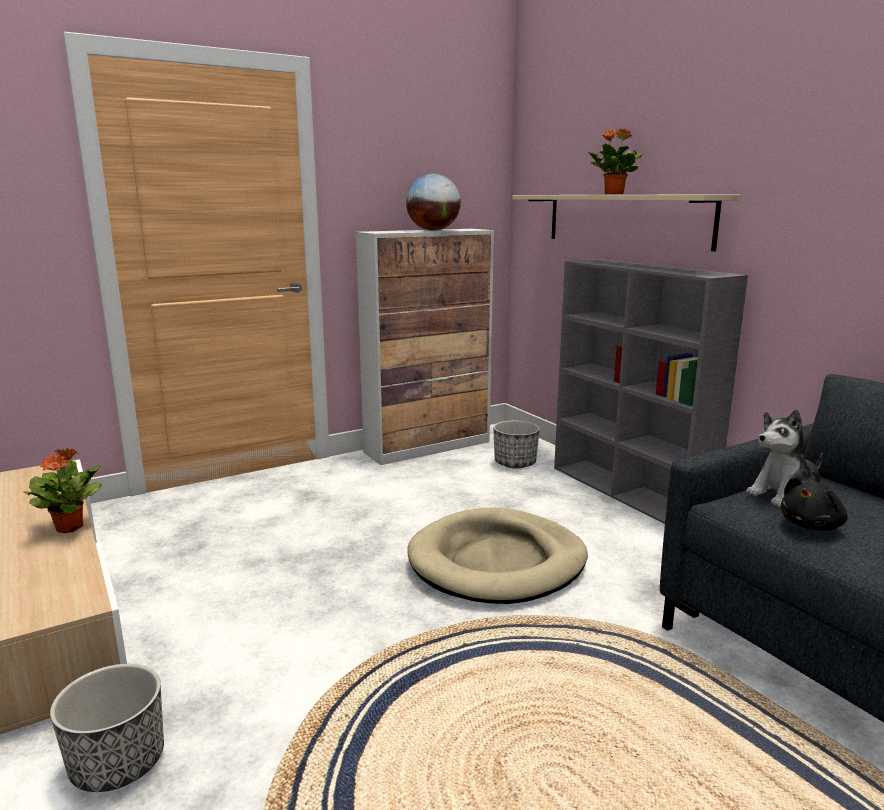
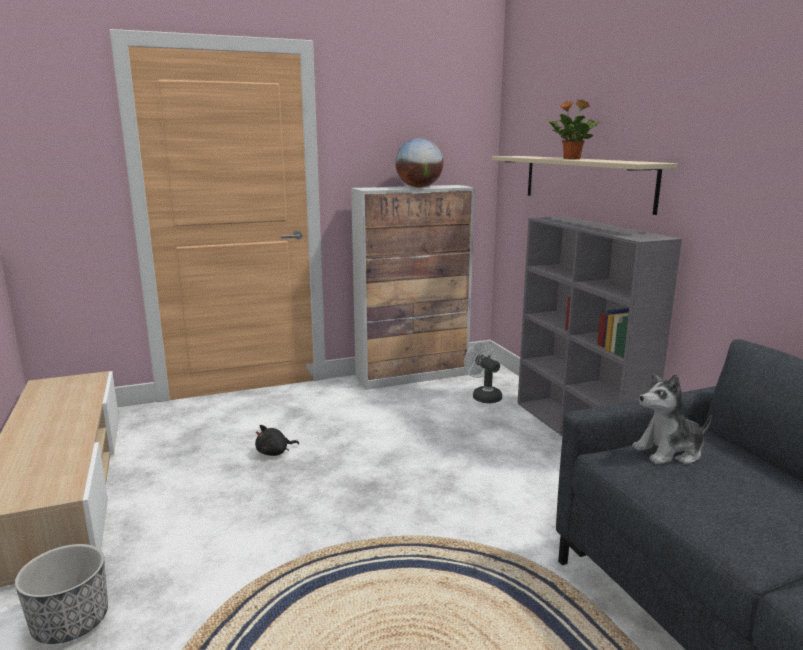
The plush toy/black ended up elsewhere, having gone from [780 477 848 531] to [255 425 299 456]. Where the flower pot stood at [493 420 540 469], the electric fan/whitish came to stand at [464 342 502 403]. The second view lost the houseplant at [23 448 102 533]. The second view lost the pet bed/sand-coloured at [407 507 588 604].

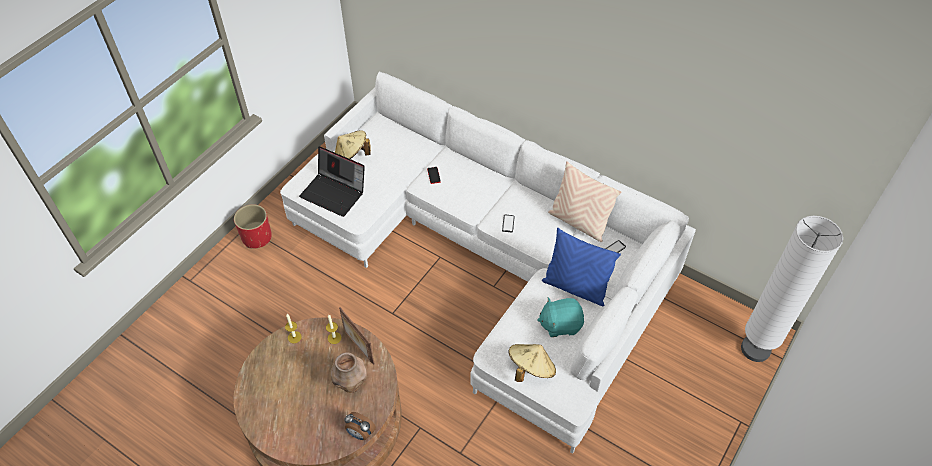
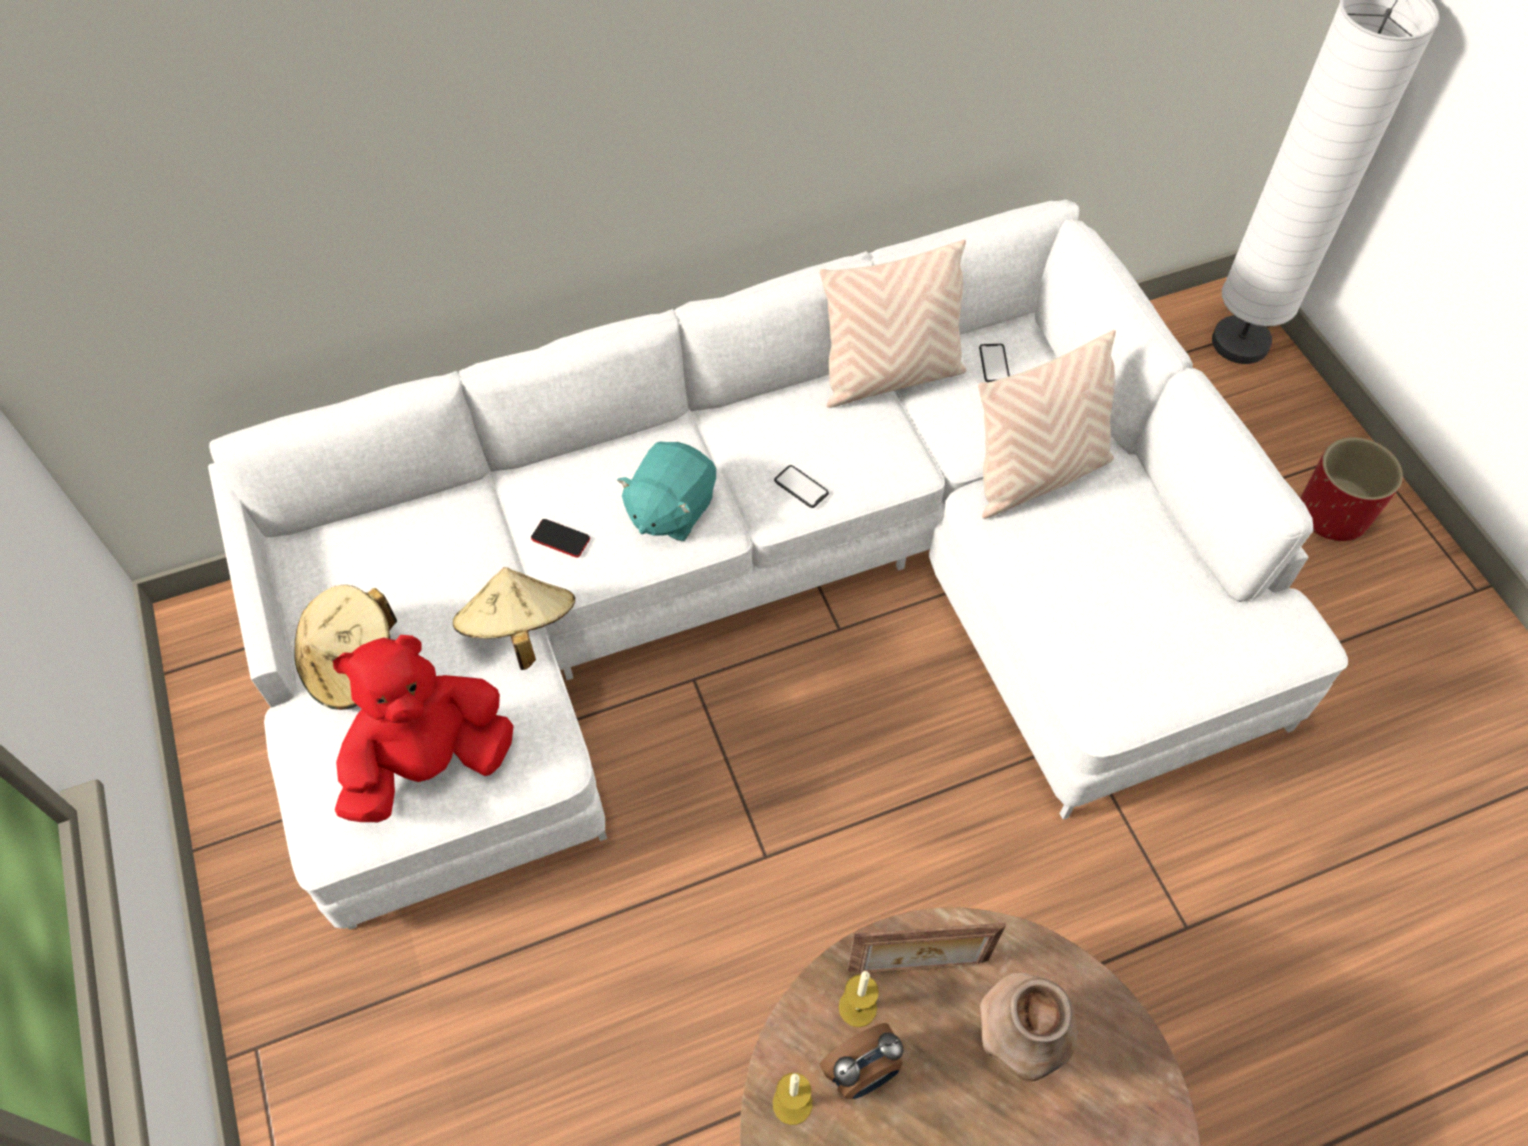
Where the portable computer stood at [299 146 365 217], the plush toy/red came to stand at [333 635 514 822]. The wearable hat/sand-coloured ended up elsewhere, having gone from [508 344 556 382] to [453 567 576 670]. The plush toy/blue-green ended up elsewhere, having gone from [537 297 584 337] to [617 442 716 541]. The alarm clock ended up elsewhere, having gone from [344 412 376 440] to [819 1023 903 1099]. What was the throw pillow/blue at [542 228 621 306] turned into the throw pillow/sand-coloured at [978 330 1116 519]. The flower pot/red ended up elsewhere, having gone from [234 204 272 249] to [1300 437 1403 541].

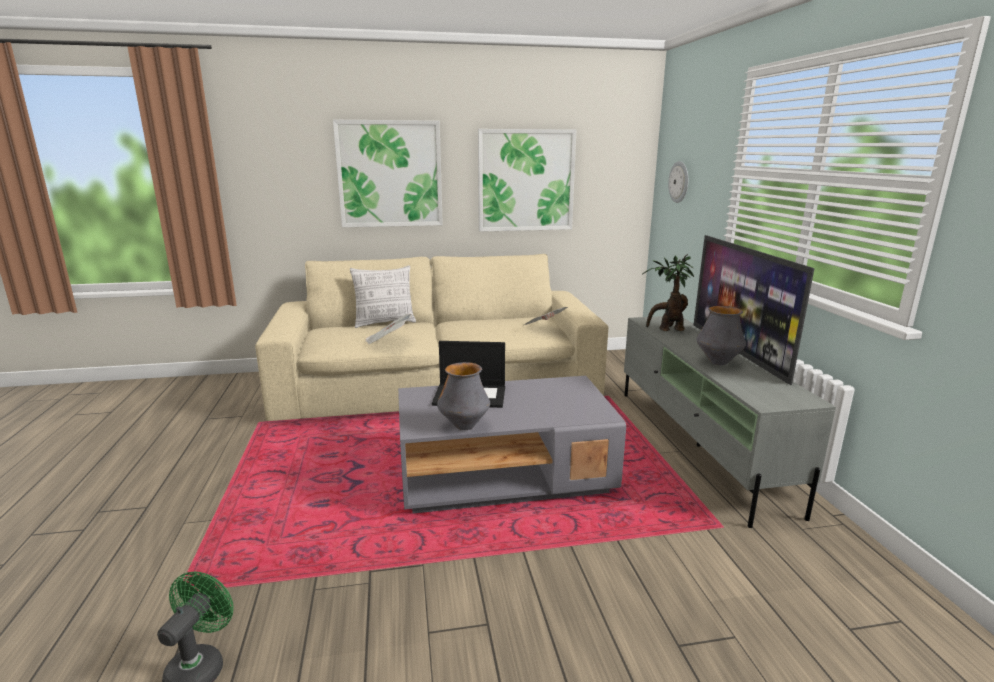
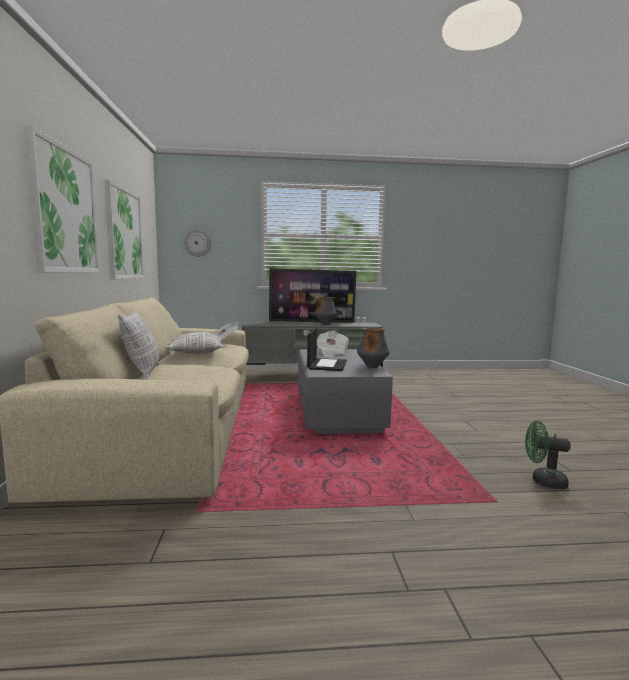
The second view gained the throw pillow at [165 332 224 354]. The printed paper ended up elsewhere, having gone from [365 314 412 345] to [317 331 349 356]. The second view lost the houseplant at [642 254 694 331].

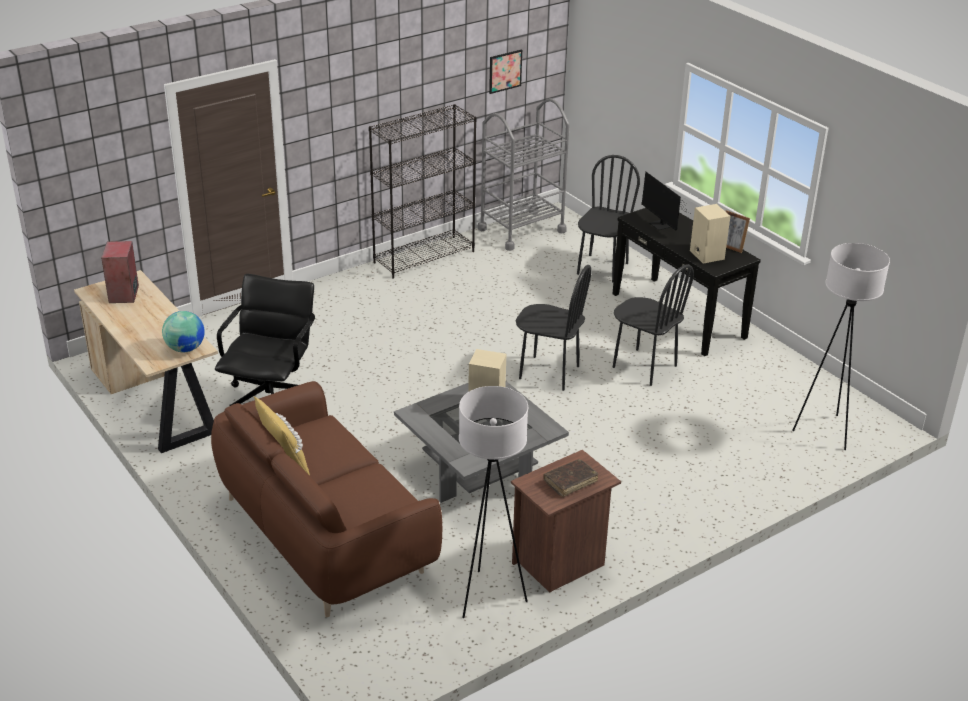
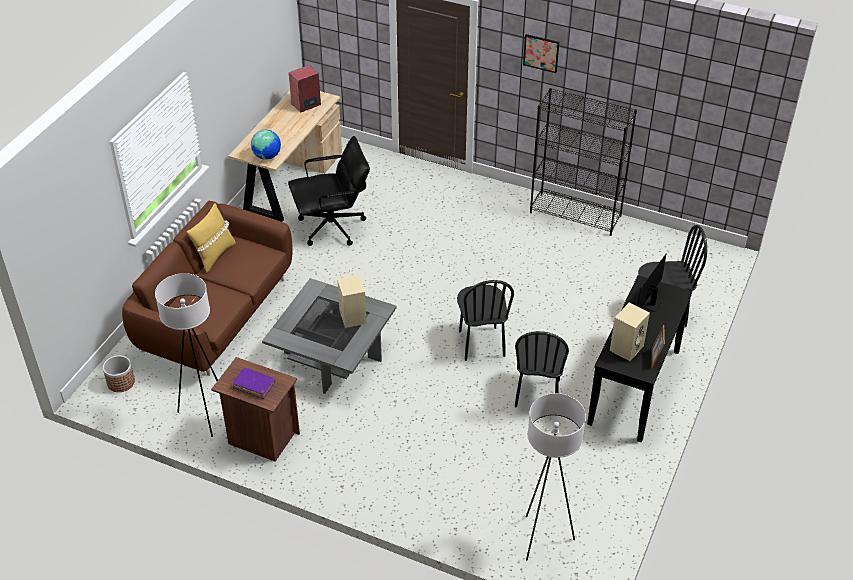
The second view gained the flower pot at [103 355 135 392]. What was the bound book/brown-coloured at [543 459 599 497] turned into the bound book/purple-coloured at [233 367 275 399]. The wall art ended up elsewhere, having gone from [489 50 522 94] to [523 34 559 73]. The second view lost the cart/gray at [478 98 569 251].

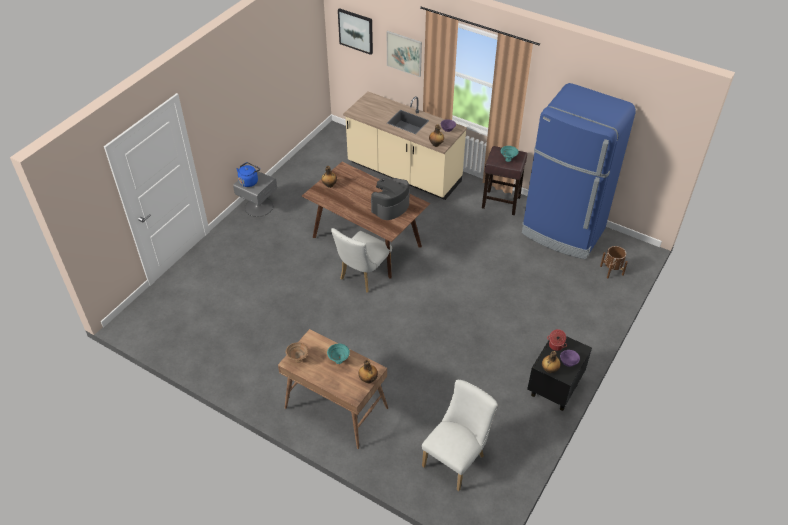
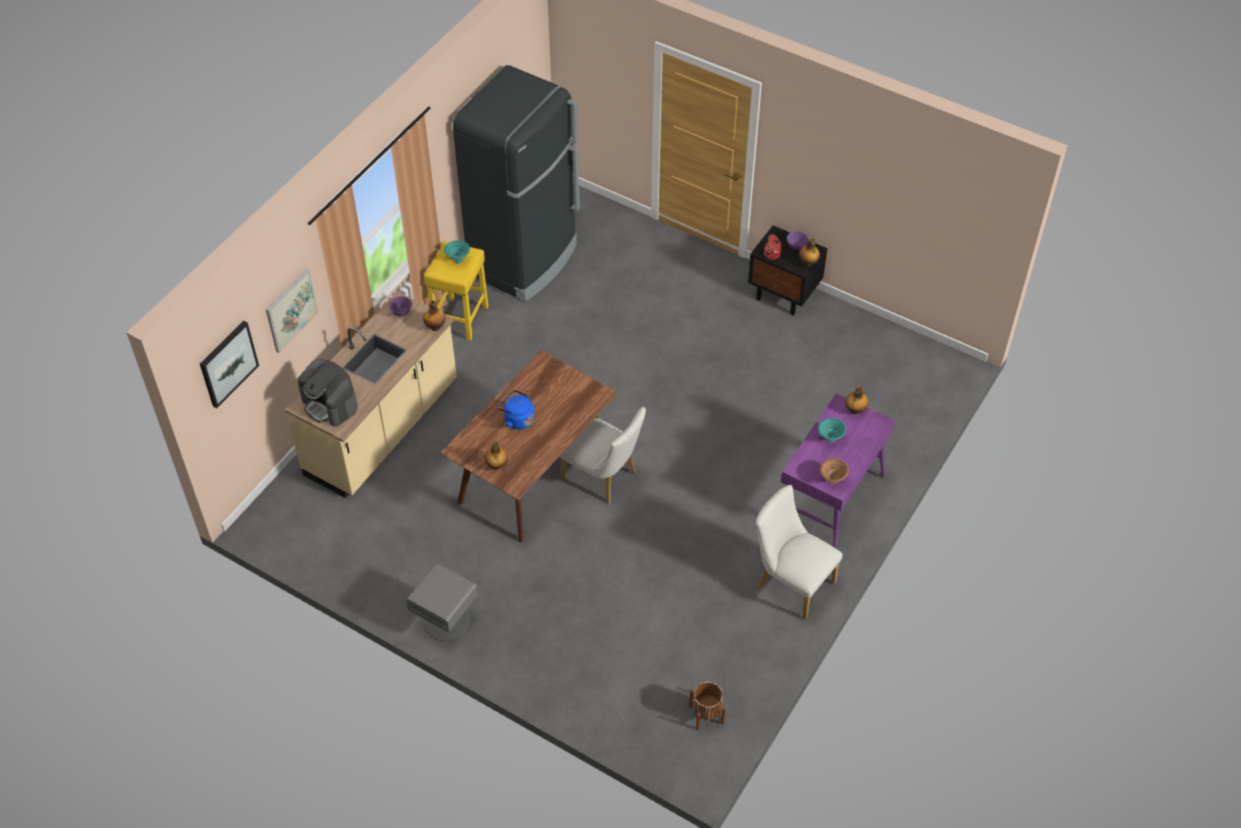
The coffee machine ended up elsewhere, having gone from [371 178 409 220] to [298 359 358 427]. What was the stool/brown-coloured at [482 146 527 215] turned into the stool/yellowish at [424 241 488 341]. What was the kitchen fridge/blue at [522 83 636 259] turned into the kitchen fridge/black at [453 65 580 302]. The water kettle/blue ended up elsewhere, having gone from [237 162 260 187] to [498 390 535 430]. The flower pot/brown-coloured ended up elsewhere, having gone from [600 246 628 279] to [689 681 726 730]. The upright chair/whitish ended up elsewhere, having gone from [422 380 498 491] to [756 485 843 620]. What was the desk/brown-coloured at [278 329 388 449] turned into the desk/purple-coloured at [781 394 895 548].

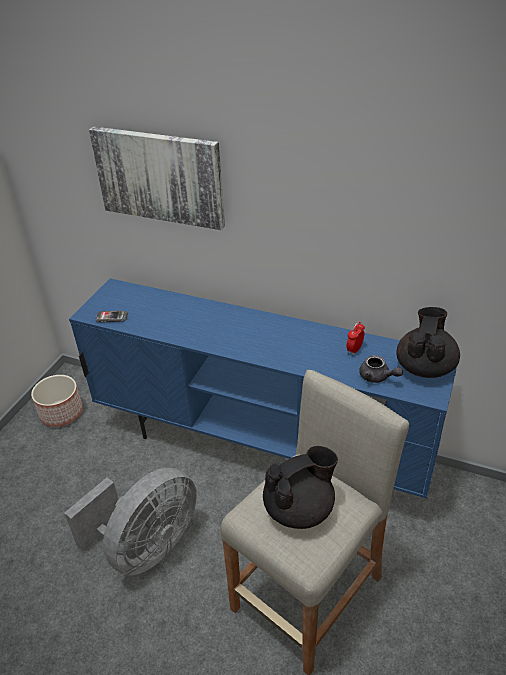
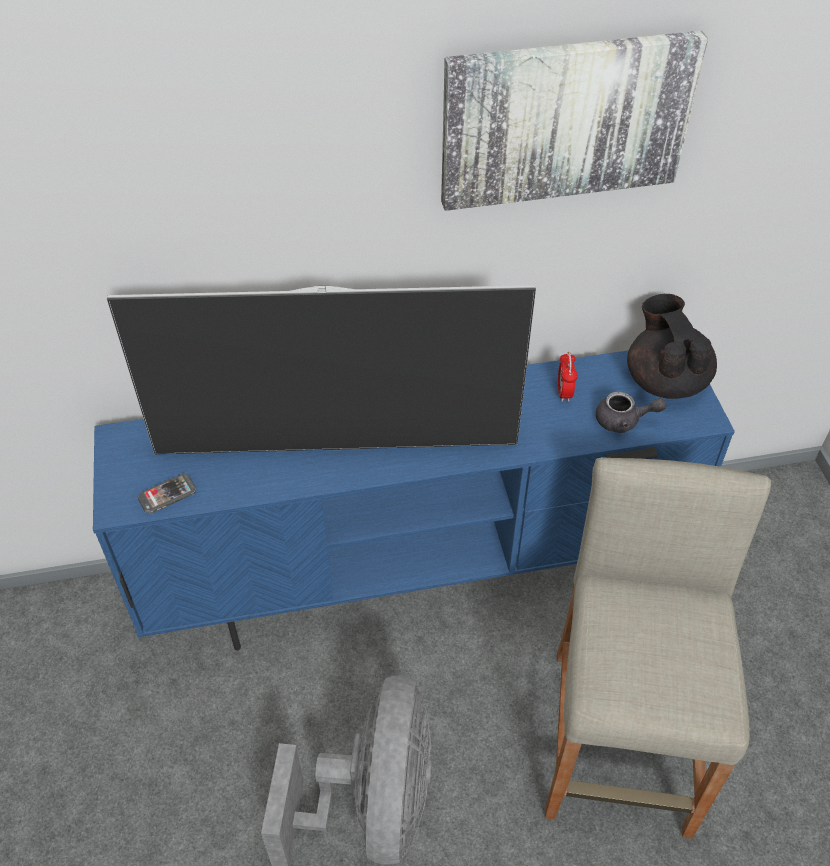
The second view gained the TV set at [107 285 536 454]. The wall art ended up elsewhere, having gone from [89 127 225 230] to [441 31 708 211]. The second view lost the flower pot at [31 375 83 427]. The second view lost the tea pot/black at [263 446 338 529].

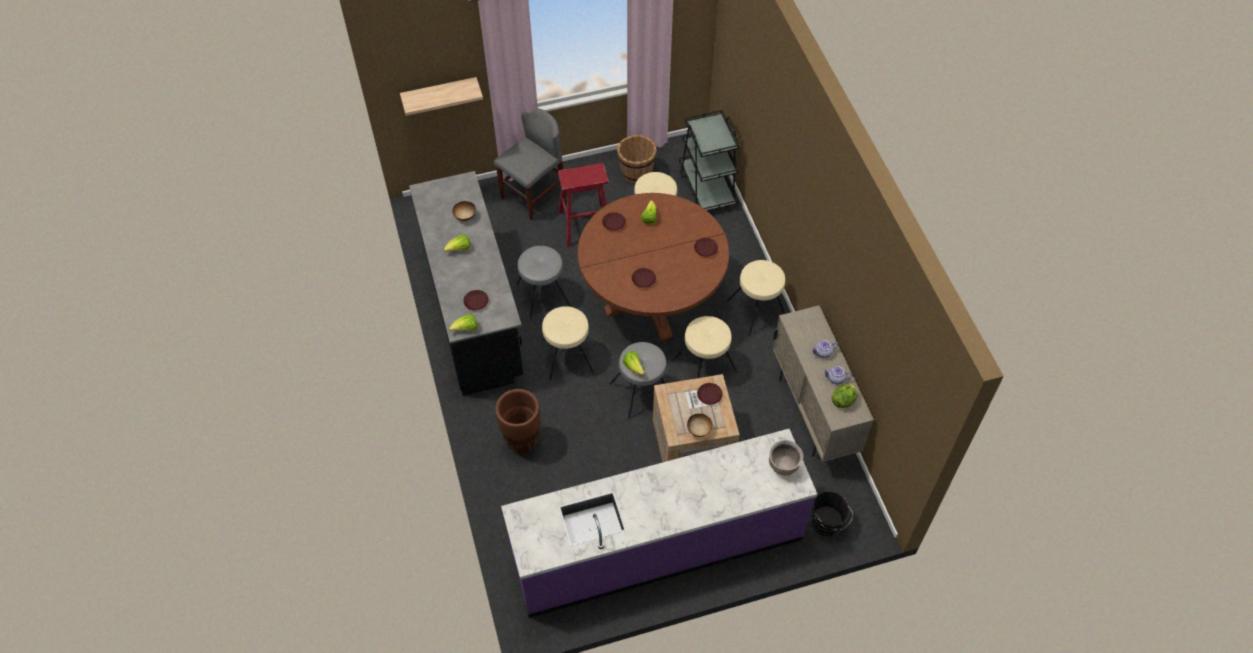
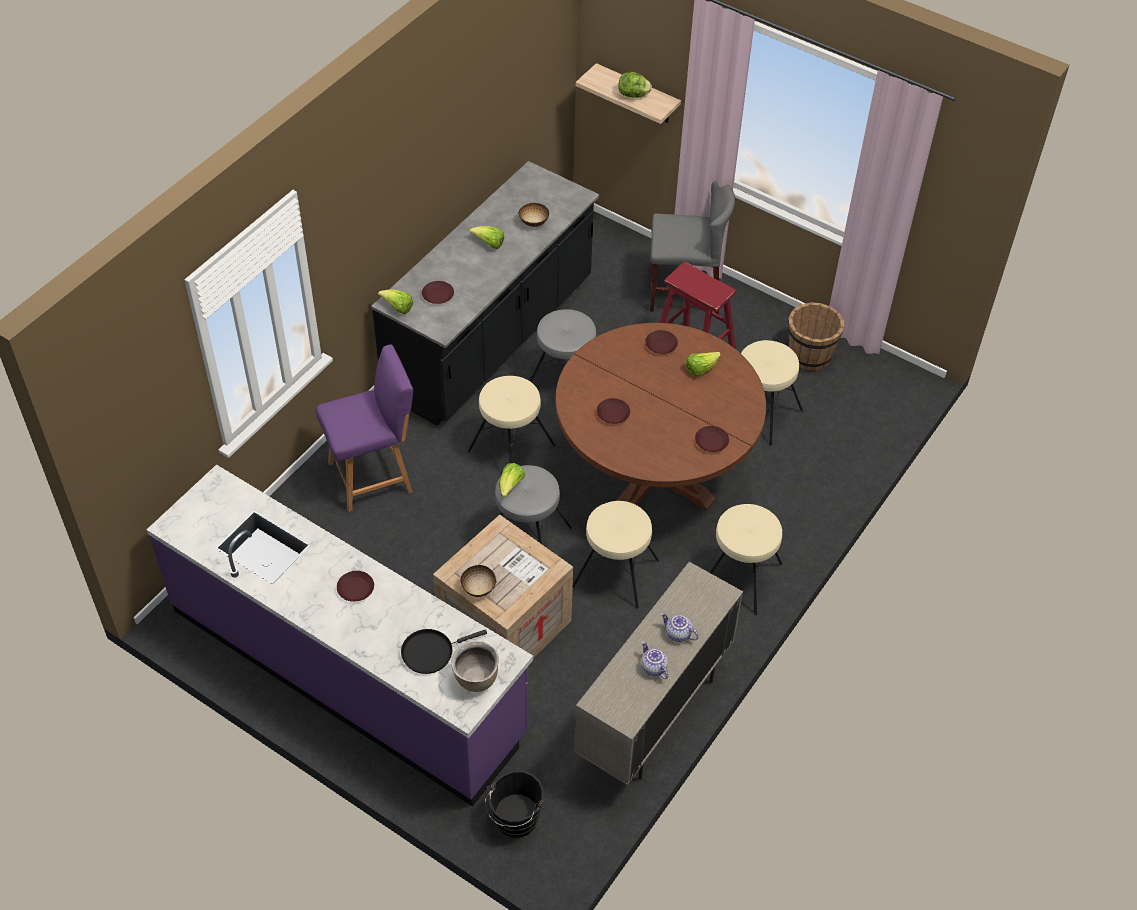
Where the flower pot/brown-coloured stood at [495 389 541 454], the upright chair/purple-coloured came to stand at [316 344 413 512]. The dinner plate/brown-coloured ended up elsewhere, having gone from [697 383 723 405] to [337 571 374 602]. The second view gained the skillet/black at [401 629 487 674]. The lettuce head ended up elsewhere, having gone from [831 384 857 408] to [618 72 652 98]. The second view lost the cart/black at [679 110 739 211].

